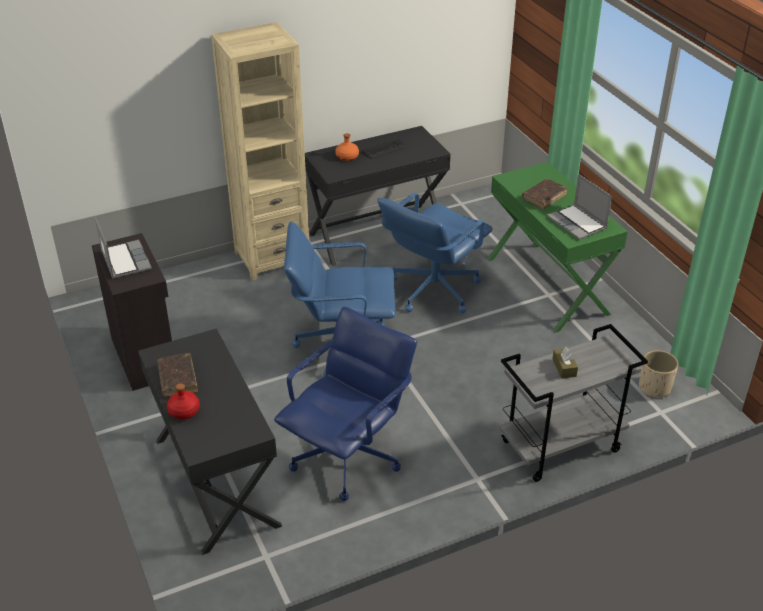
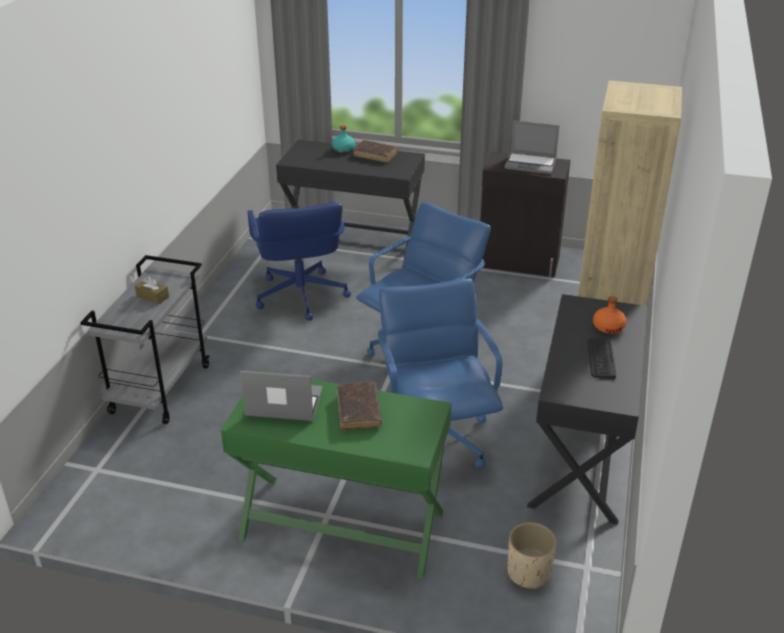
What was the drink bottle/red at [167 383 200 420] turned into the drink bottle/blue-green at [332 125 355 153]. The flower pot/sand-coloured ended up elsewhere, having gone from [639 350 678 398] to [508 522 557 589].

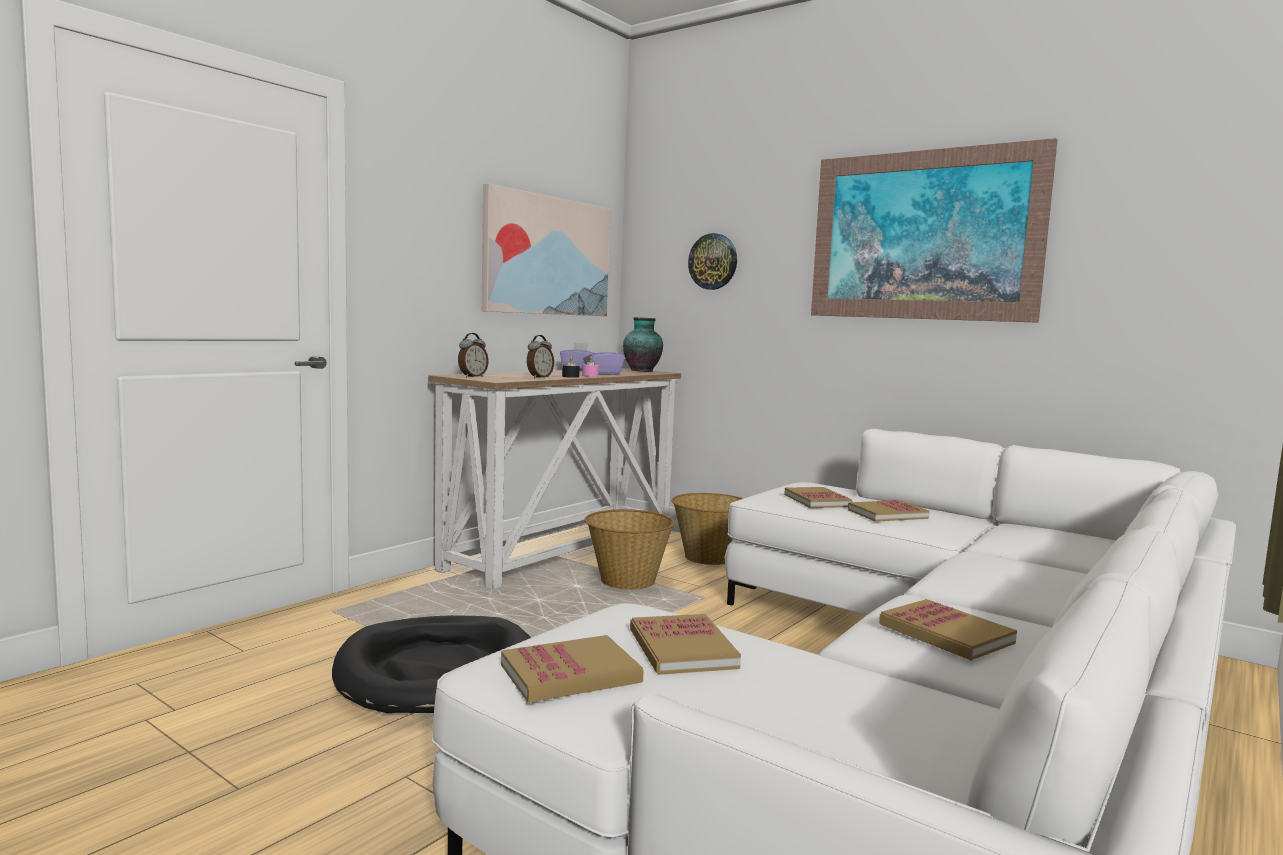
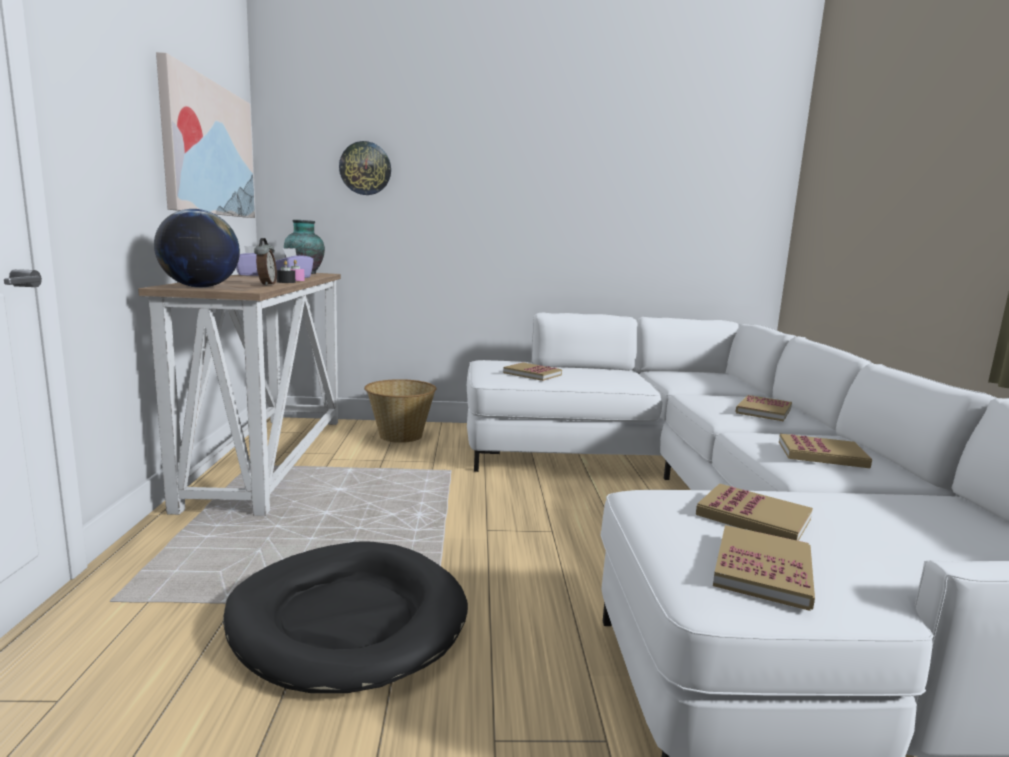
Where the alarm clock stood at [458 333 489 377], the desk globe came to stand at [154 209 240 288]. The bound book ended up elsewhere, having gone from [848 500 929 522] to [735 395 792 421]. The second view lost the basket at [584 509 675 590]. The second view lost the wall art at [811 138 1058 323].

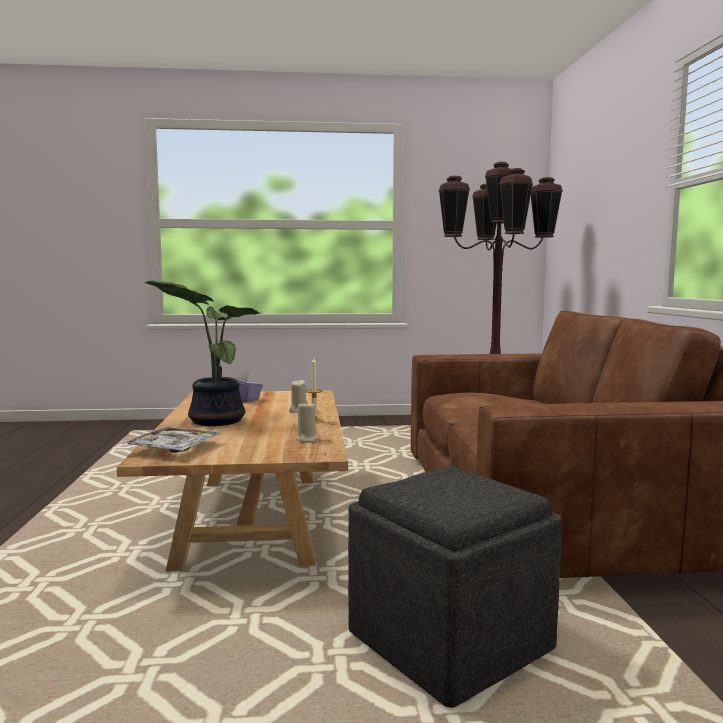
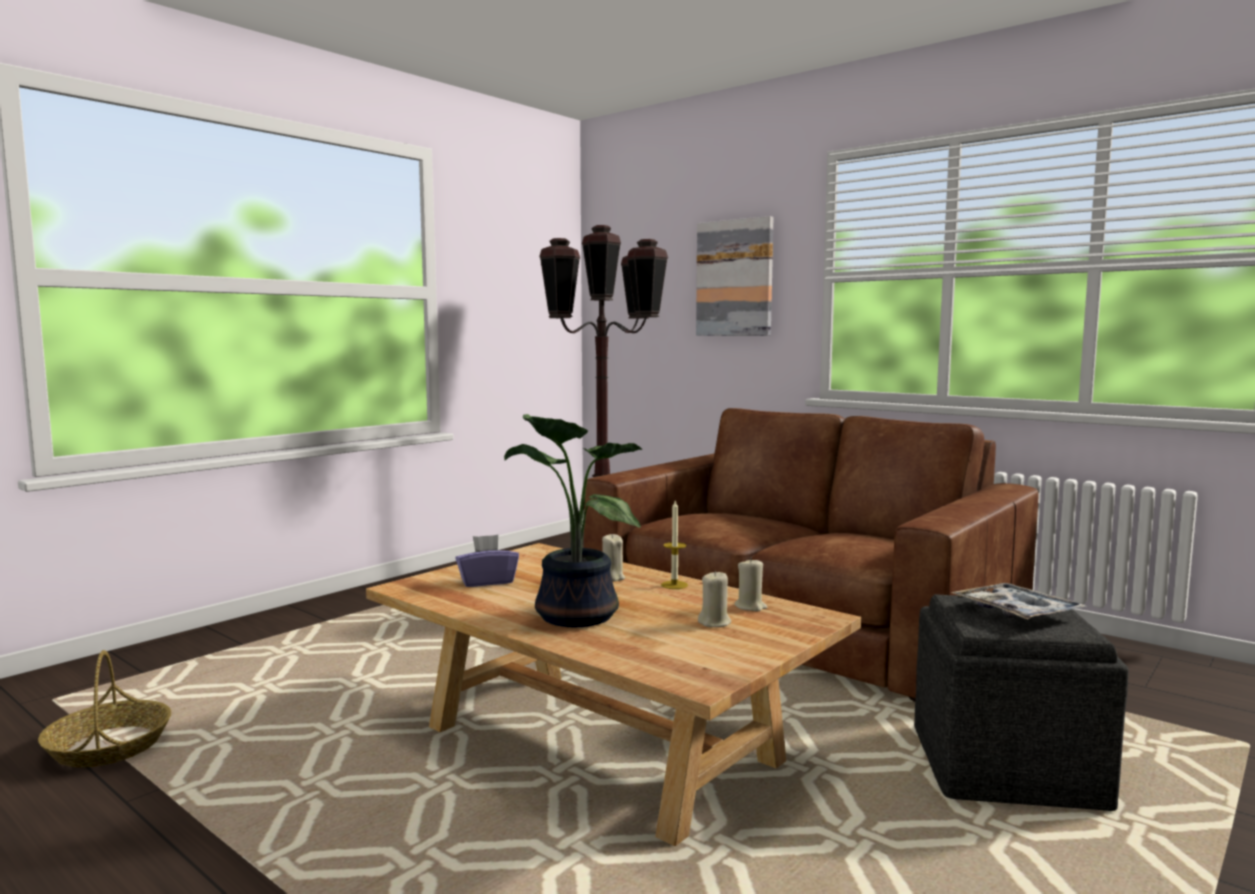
The second view gained the basket at [38 650 171 768]. The second view gained the wall art at [696 216 774 336]. The second view gained the wax light/sand-coloured at [698 571 731 627]. The serving tray ended up elsewhere, having gone from [123 427 222 453] to [951 583 1087 620].

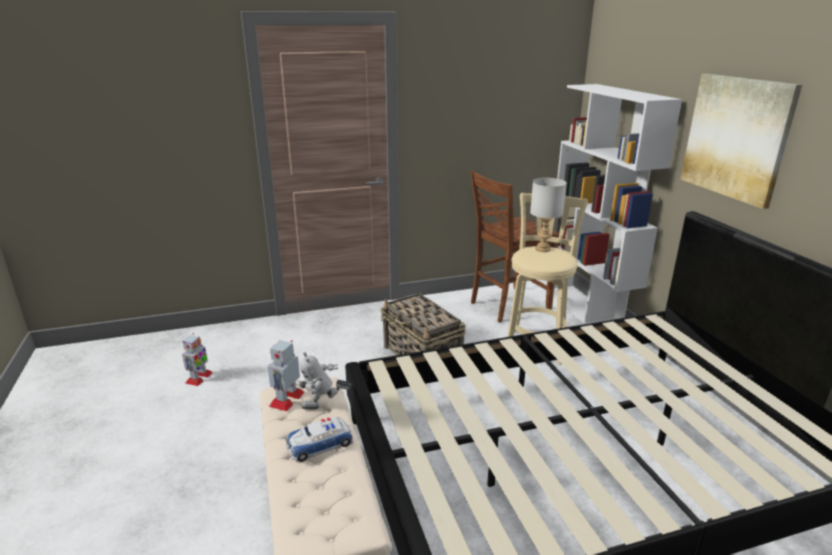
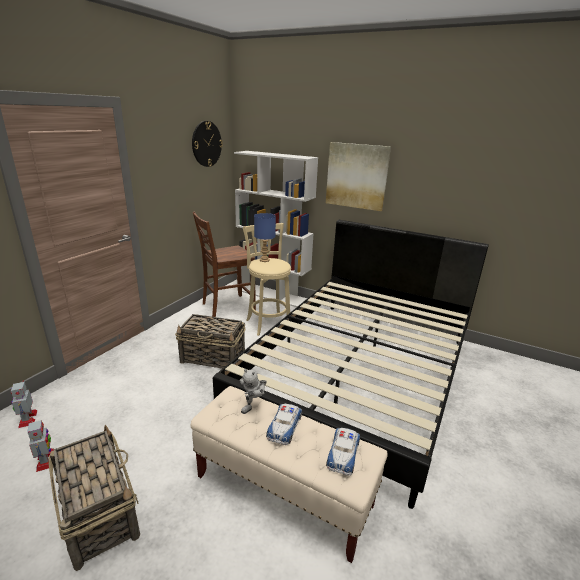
The model robot ended up elsewhere, having gone from [268 340 305 411] to [11 381 37 428]. The second view gained the basket at [49 425 140 571]. The second view gained the hanging clock at [192 121 223 167]. The upright chair/brown-coloured at [470 170 559 323] ended up facing another way, 45 degrees clockwise from before. What was the lamp for a table/gray at [530 178 567 252] turned into the lamp for a table/blue at [254 213 276 262]. The second view gained the toy car at [326 428 360 476].

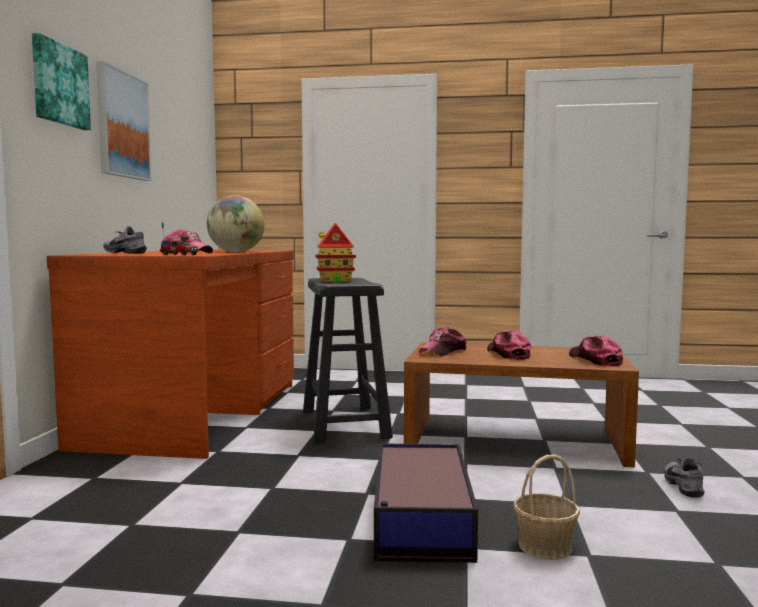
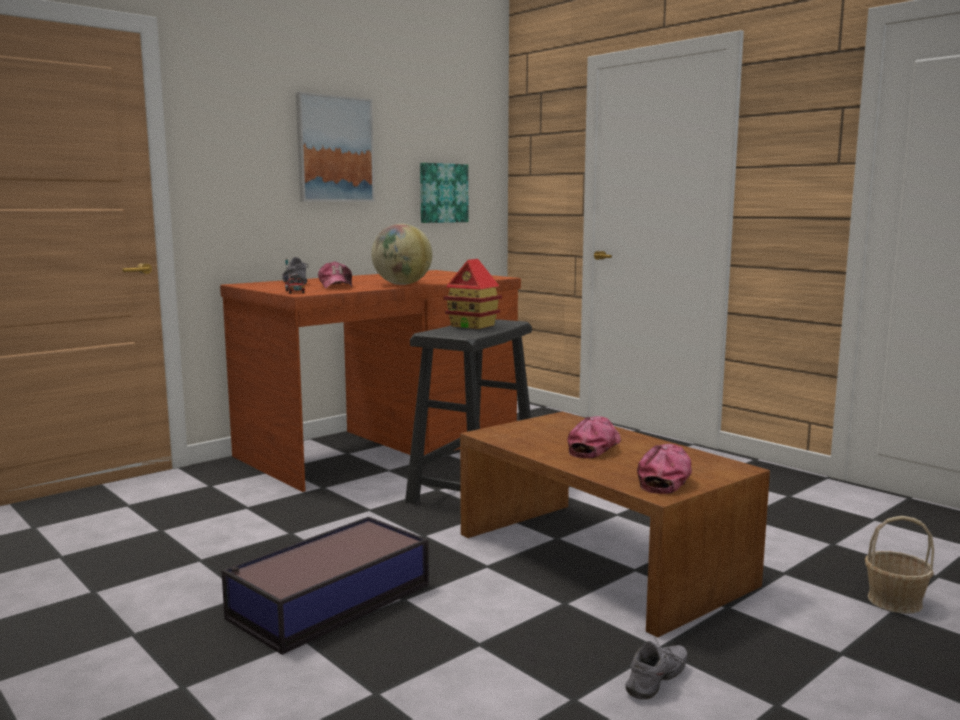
The wall art ended up elsewhere, having gone from [32 33 91 130] to [420 163 468 223]. The basket ended up elsewhere, having gone from [513 454 580 560] to [865 516 934 614]. The second view lost the baseball cap at [419 327 467 356].

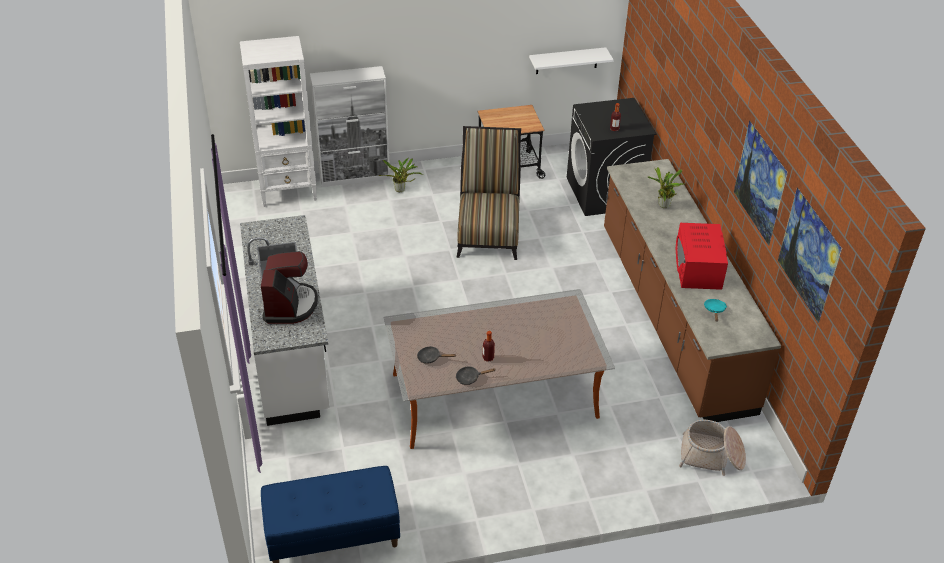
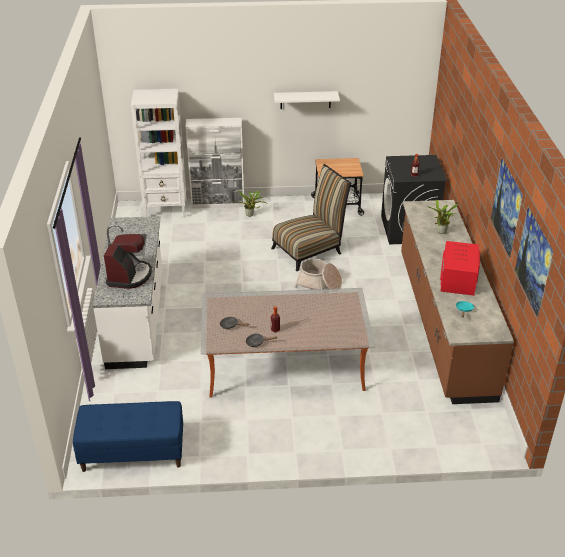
The upright chair at [457 126 521 260] ended up facing another way, 45 degrees clockwise from before. The wall shelf/whitish ended up elsewhere, having gone from [529 47 614 74] to [274 91 340 109]. The basket ended up elsewhere, having gone from [679 420 746 476] to [295 259 342 289].

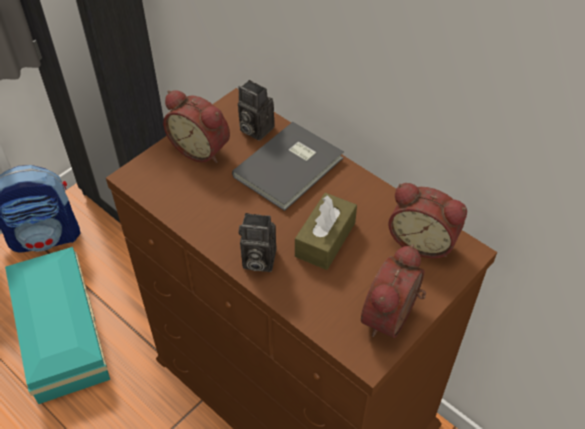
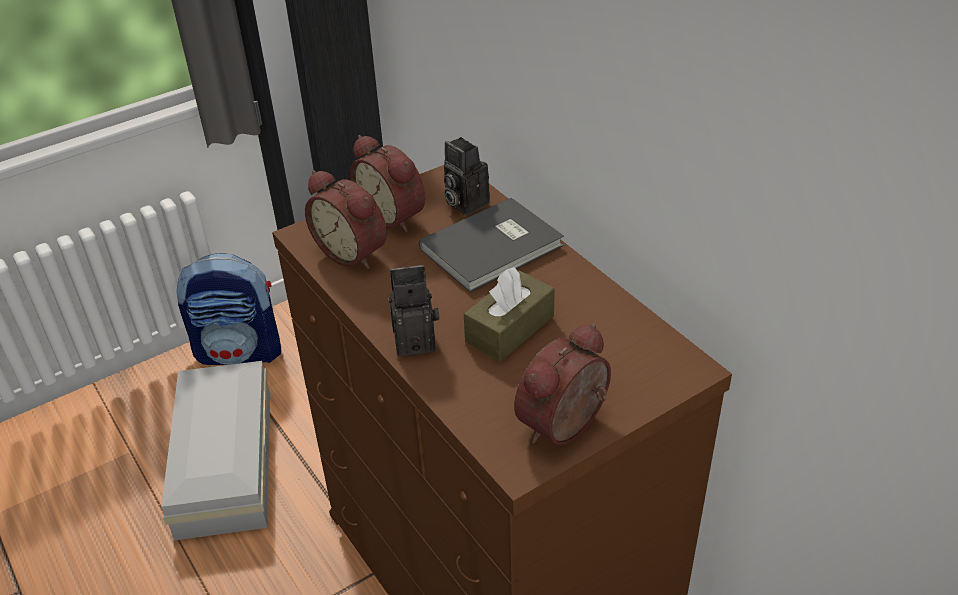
What was the storage bin/blue-green at [5 247 110 404] turned into the storage bin/whitish at [161 361 270 541]. The alarm clock ended up elsewhere, having gone from [388 183 467 258] to [305 170 387 269]. The photo camera at [239 213 276 272] ended up facing another way, 150 degrees clockwise from before.

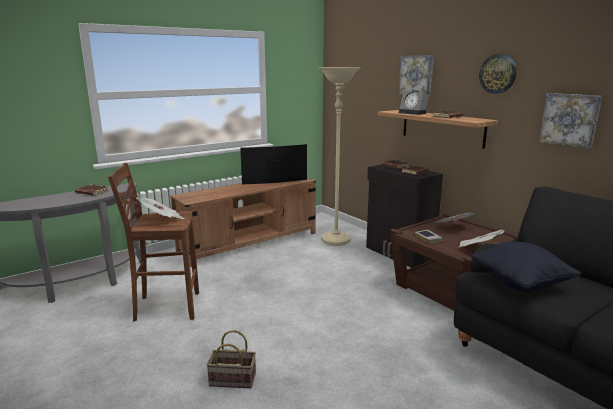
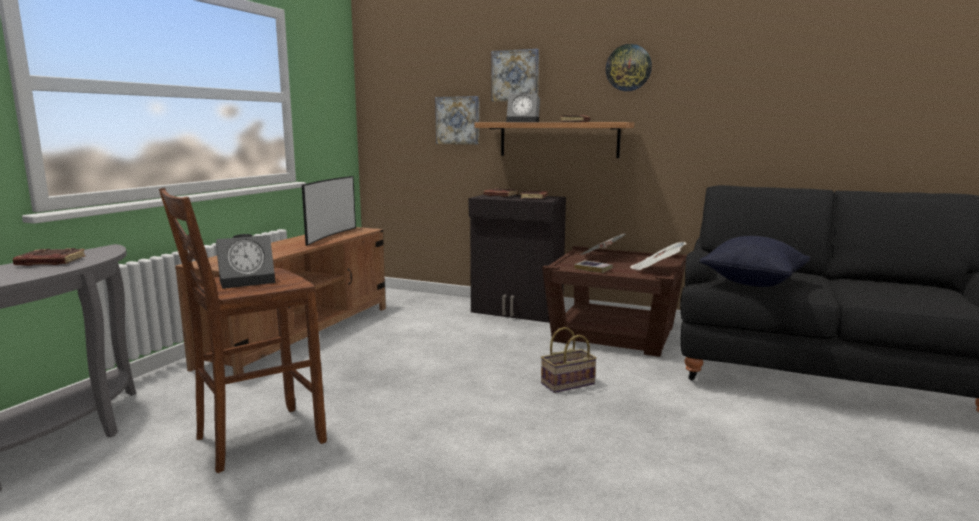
Where the printed paper stood at [136 198 184 219], the alarm clock came to stand at [216 234 276 289]. The TV set at [240 144 307 184] ended up facing another way, 150 degrees clockwise from before. The wall art ended up elsewhere, having gone from [539 93 602 149] to [435 96 479 144]. The basket ended up elsewhere, having gone from [206 330 256 389] to [541 327 597 393]. The second view lost the floor lamp/sand-coloured at [318 67 361 246].

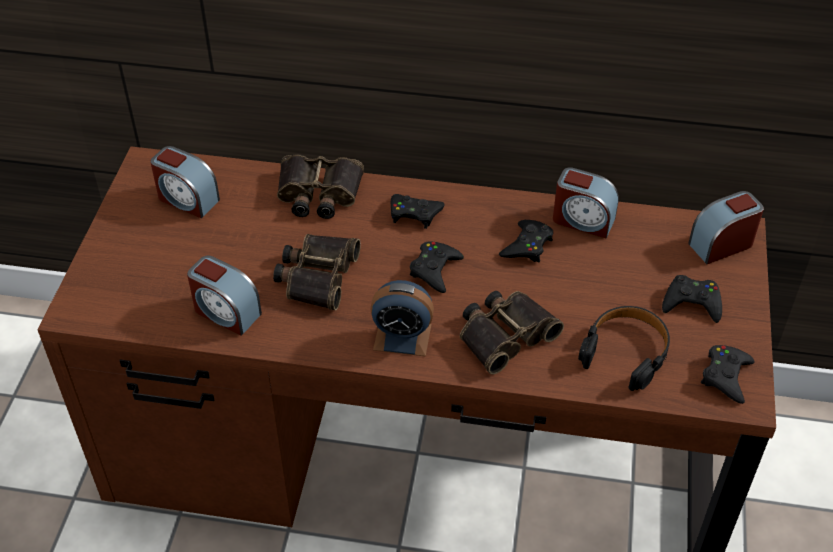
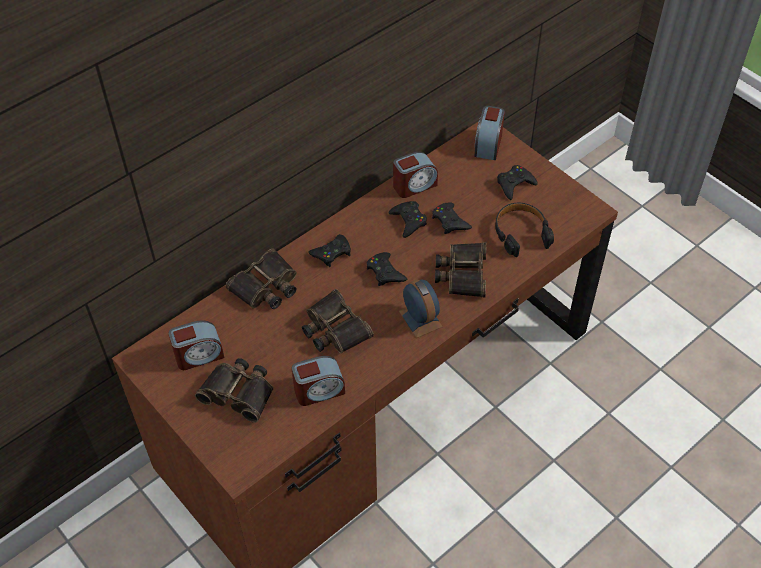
The second view gained the field glasses at [195 358 273 423]. The alarm clock at [370 280 434 356] ended up facing another way, 75 degrees counterclockwise from before. The game controller/black ended up elsewhere, having gone from [701 345 755 404] to [432 202 472 234].

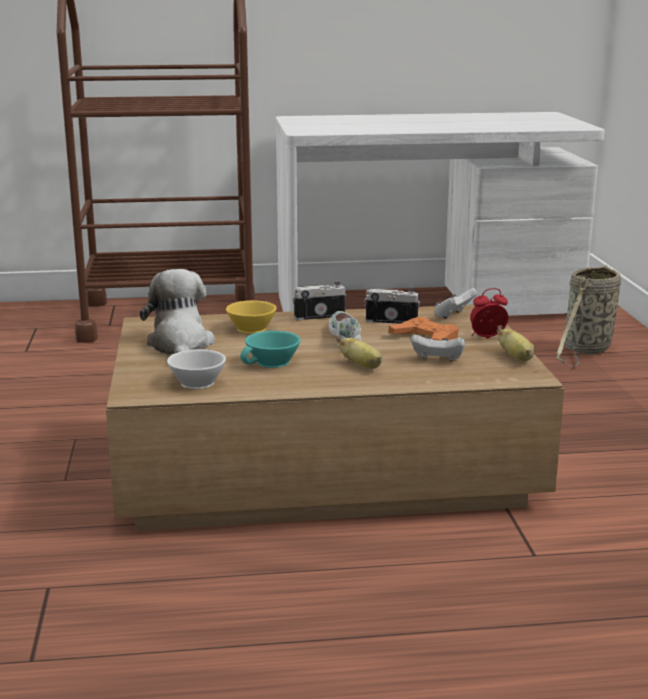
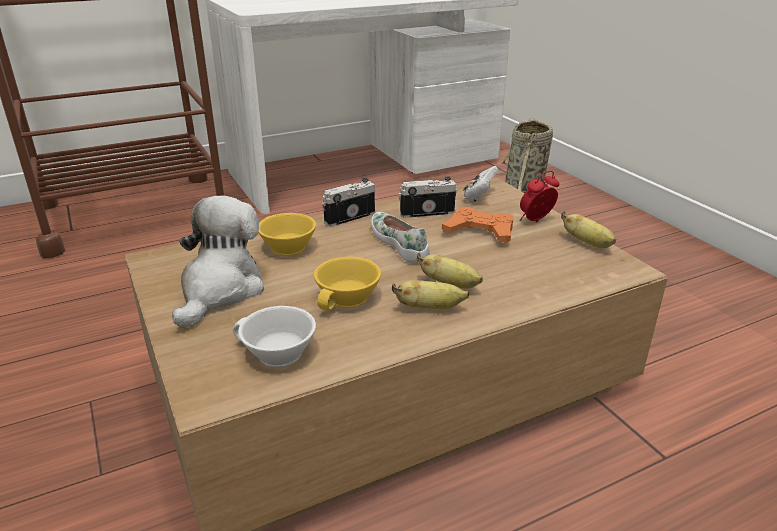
The plush toy at [140 269 215 355] ended up facing another way, 45 degrees clockwise from before. What was the cup/blue-green at [240 331 301 368] turned into the cup/yellowish at [314 257 381 311]. The second view gained the whole banana at [392 280 469 309]. The second view lost the game controller/whitish at [411 334 465 361].

